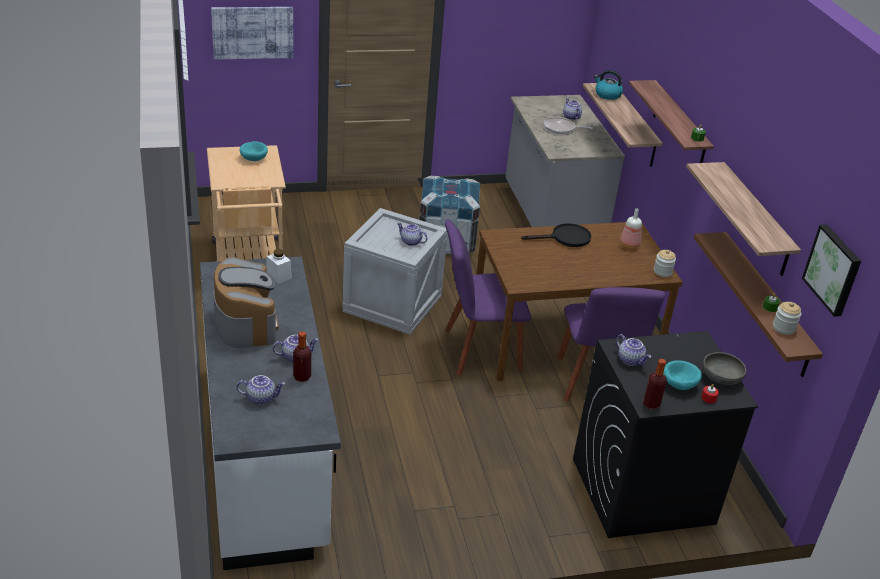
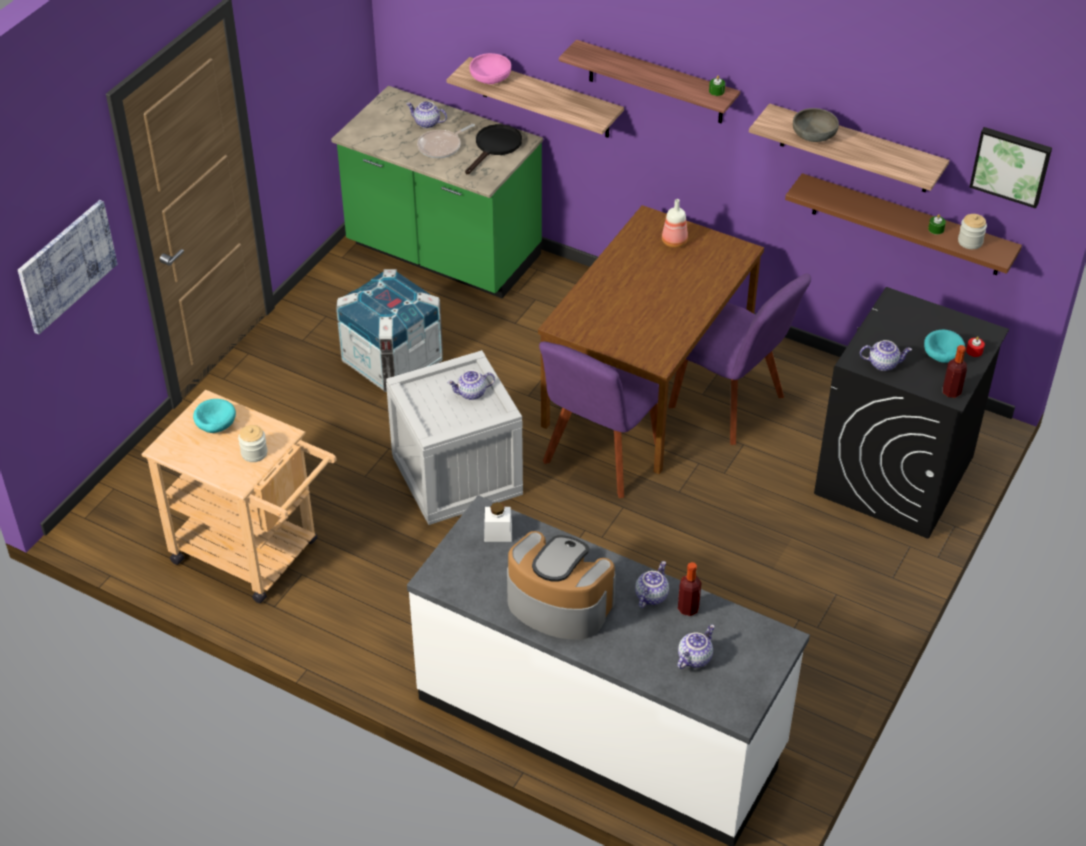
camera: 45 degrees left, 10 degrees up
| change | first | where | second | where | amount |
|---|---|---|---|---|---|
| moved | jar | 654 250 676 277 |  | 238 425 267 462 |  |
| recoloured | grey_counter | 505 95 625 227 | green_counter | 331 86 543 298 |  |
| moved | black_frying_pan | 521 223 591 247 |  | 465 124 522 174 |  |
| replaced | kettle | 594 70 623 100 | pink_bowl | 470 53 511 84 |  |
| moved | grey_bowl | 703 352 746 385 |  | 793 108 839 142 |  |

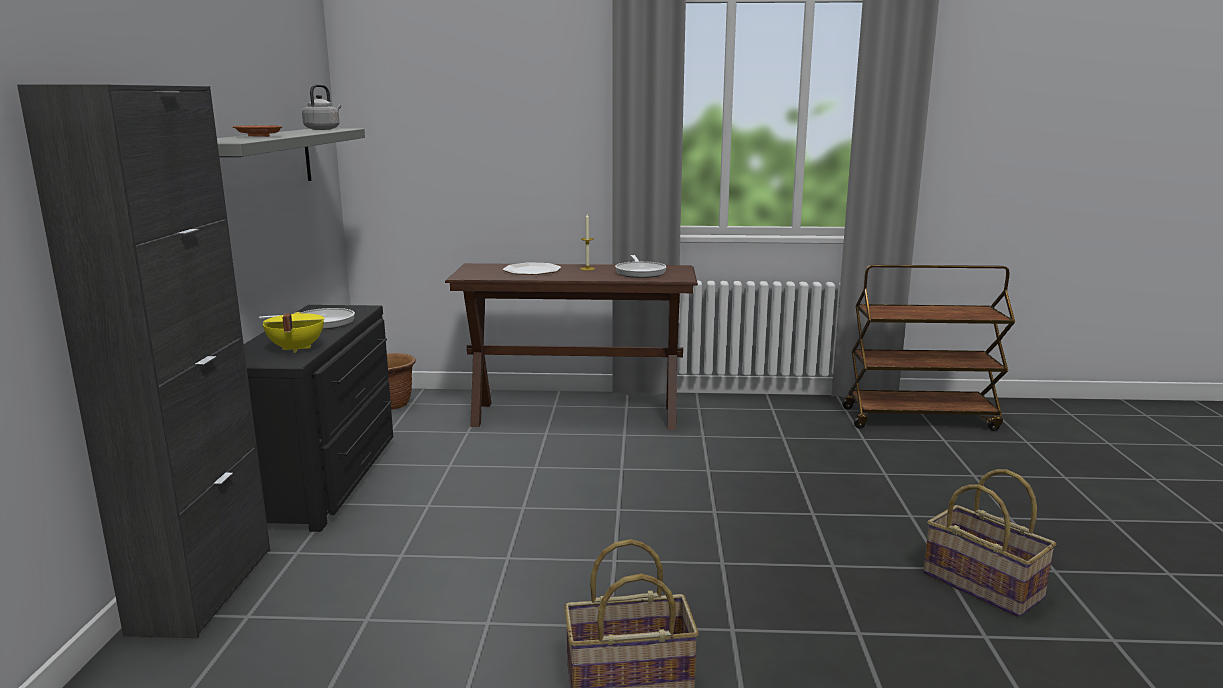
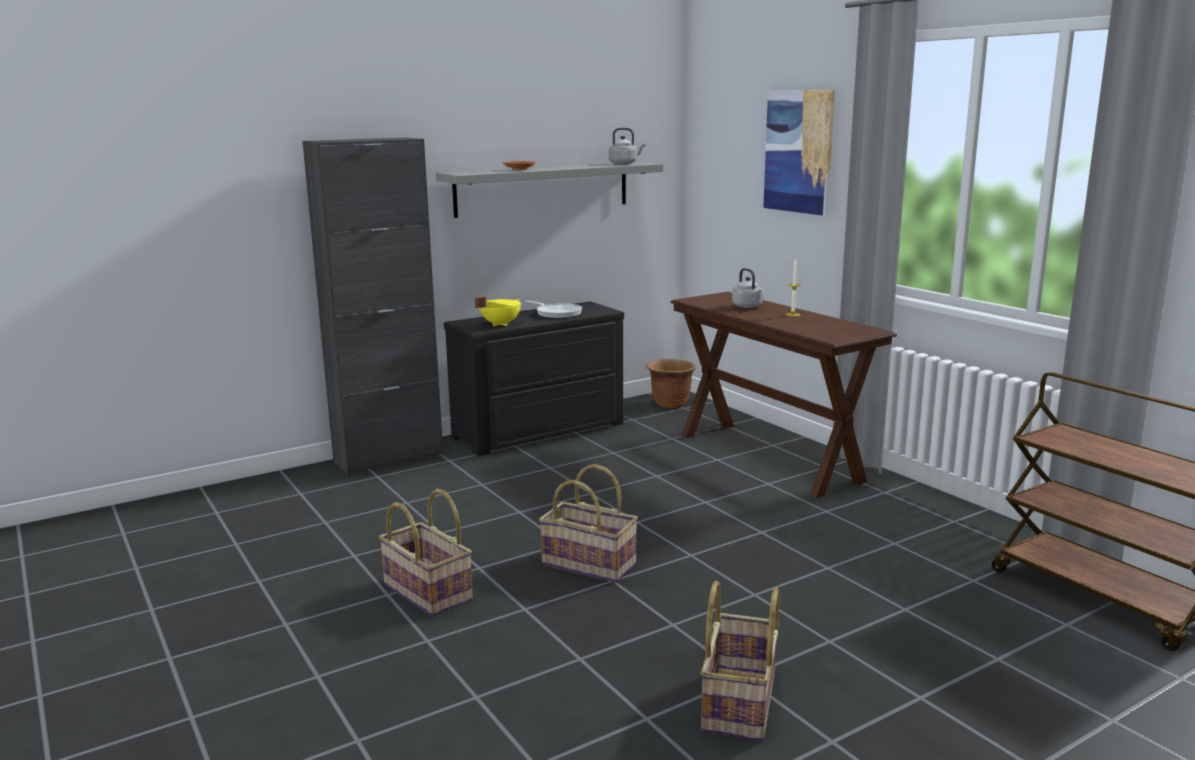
camera: 55 degrees right, 0 degrees up
| change | first | where | second | where | amount |
|---|---|---|---|---|---|
| added |  |  | basket | 539 464 638 583 |  |
| replaced | plate | 502 262 561 275 | grey_kettle | 732 268 764 308 |  |
| added |  |  | picture | 763 90 835 216 |  |
| removed | frying_pan | 615 255 667 278 |  |  |  |

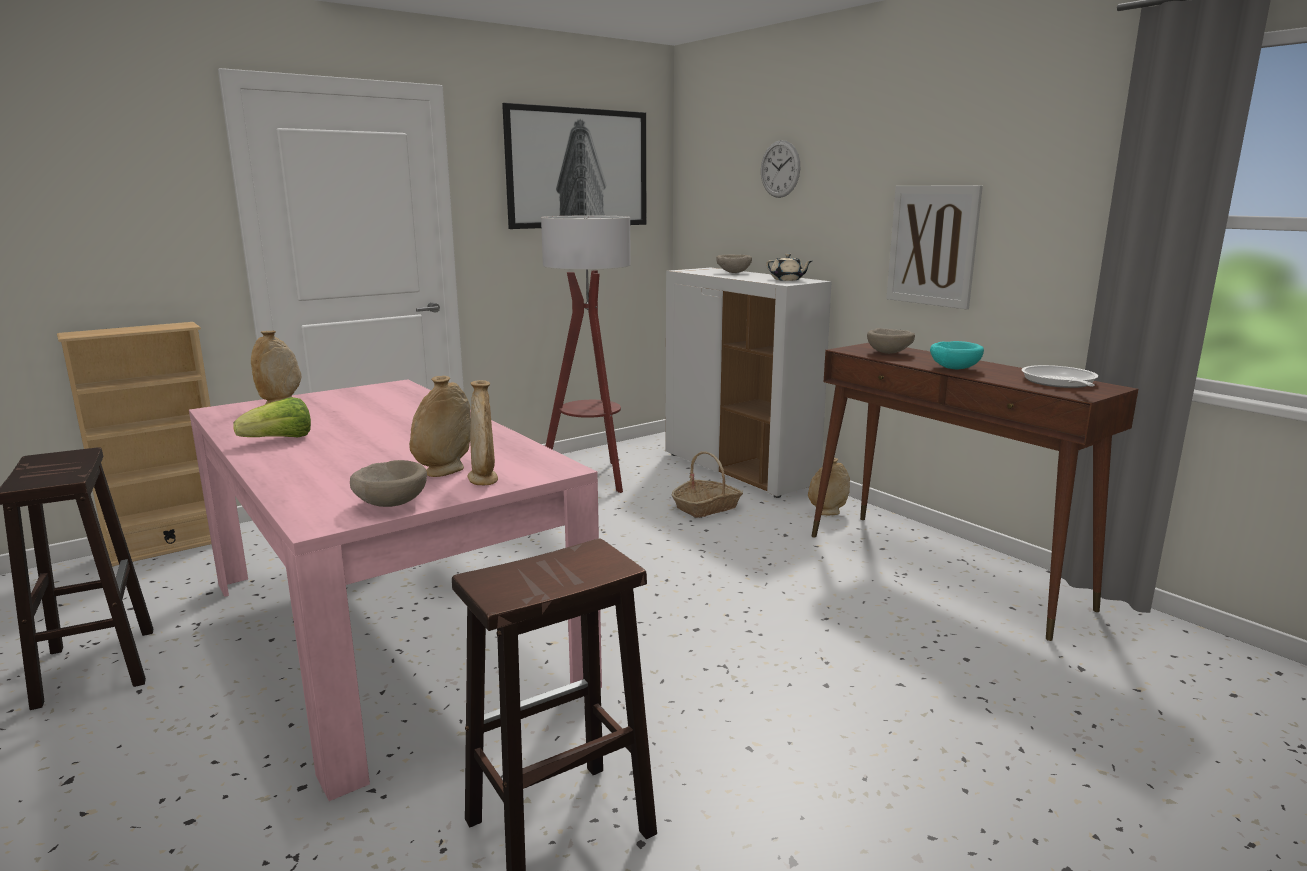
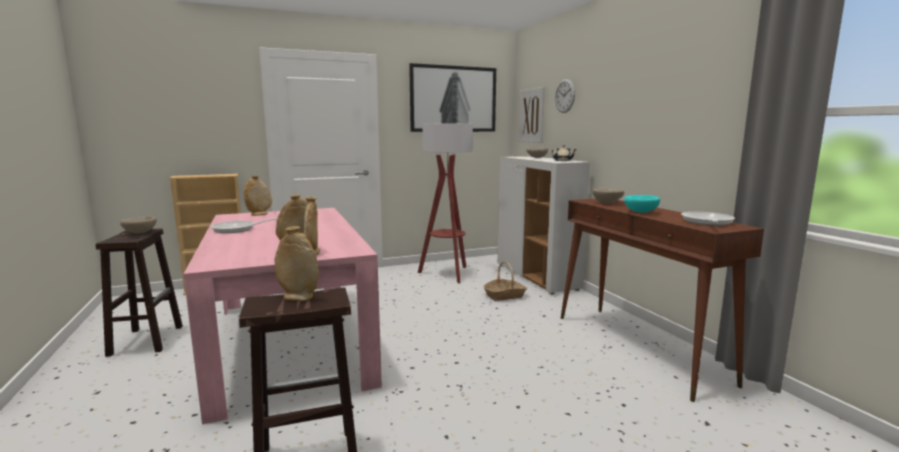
camera: 15 degrees right, 5 degrees down
| change | first | where | second | where | amount |
|---|---|---|---|---|---|
| moved | beige_bowl | 350 460 427 507 |  | 120 216 157 234 |  |
| replaced | lettuce | 233 397 311 438 | frying_pan | 210 218 277 233 |  |
| moved | beige_vase | 808 458 850 515 |  | 275 226 319 301 |  |
| moved | picture | 886 186 983 309 |  | 518 87 545 143 |  |

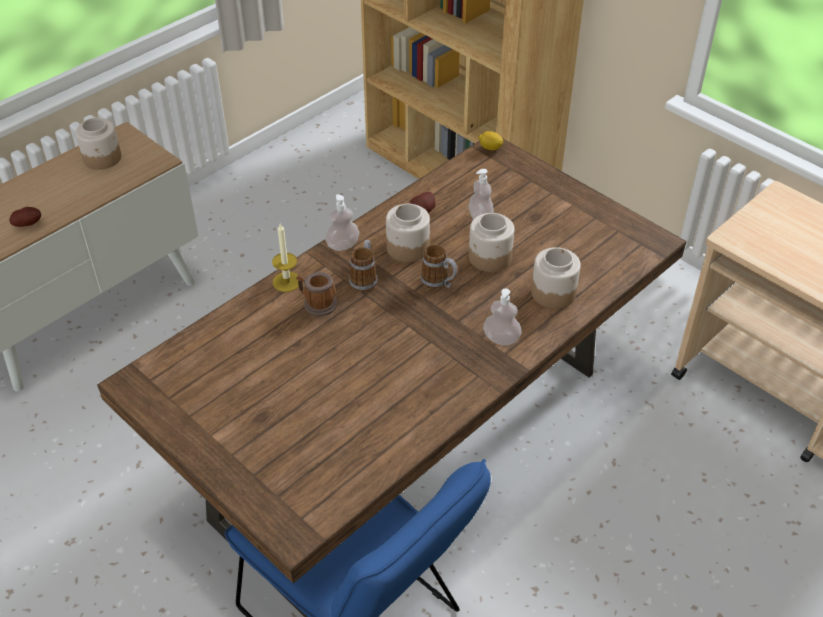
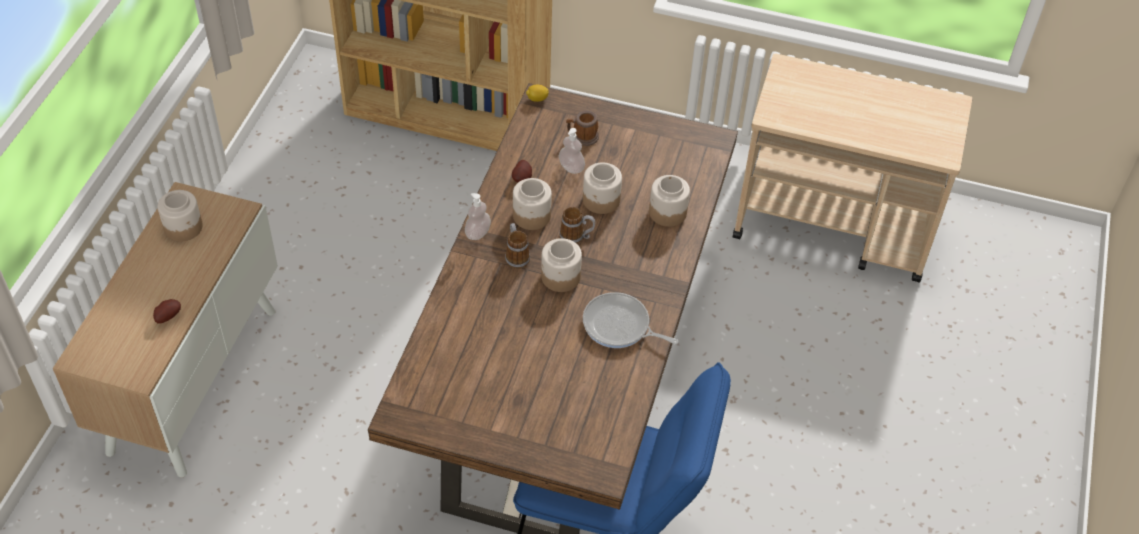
camera: 30 degrees left, 5 degrees up
| change | first | where | second | where | amount |
|---|---|---|---|---|---|
| added |  |  | jar | 541 238 582 292 |  |
| moved | mug | 296 272 337 316 |  | 566 110 599 146 |  |
| added |  |  | frying_pan | 583 292 678 348 |  |
| removed | candle | 272 224 299 292 |  |  |  |
| removed | soap_dispenser | 483 288 522 345 |  |  |  |

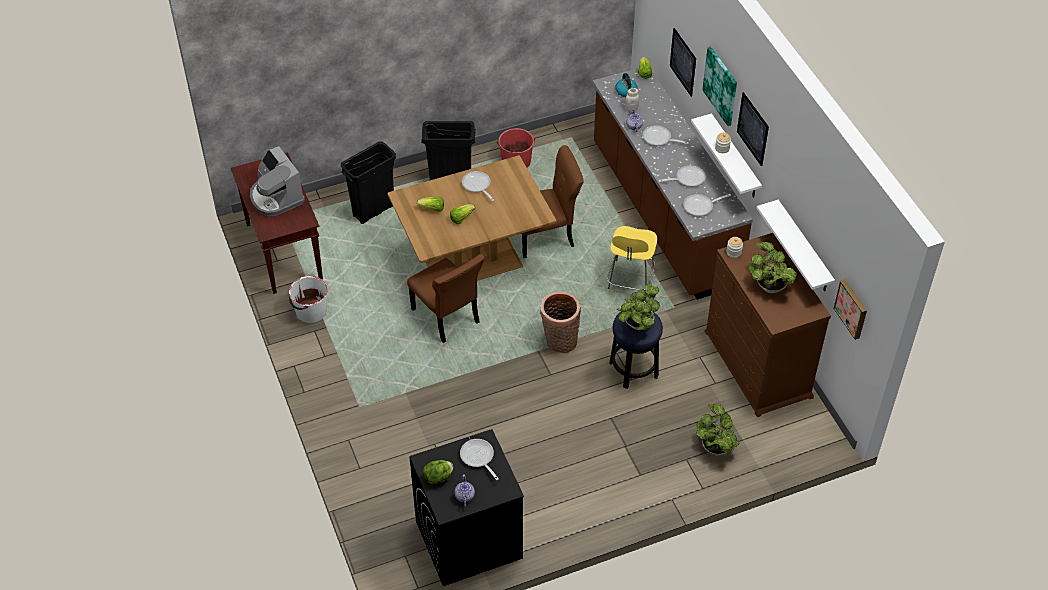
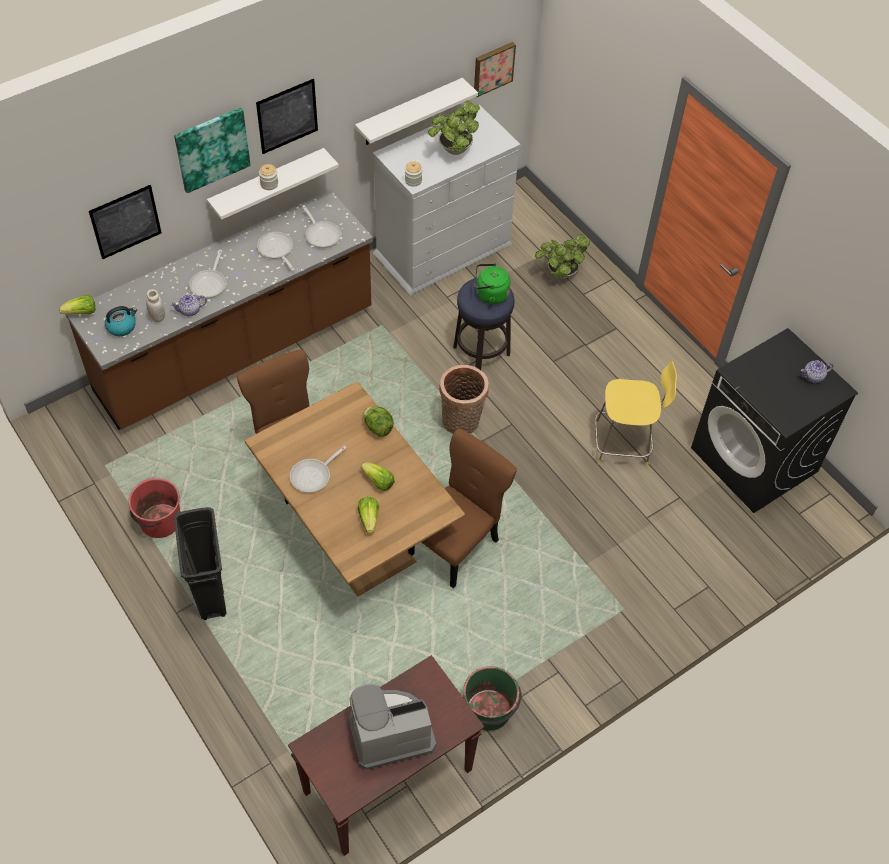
camera: 105 degrees left, 5 degrees up
| change | first | where | second | where | amount |
|---|---|---|---|---|---|
| turned | coffee_machine | 250 146 305 216 |  | 349 684 436 770 | 150 degrees counterclockwise |
| moved | lettuce | 423 460 453 484 |  | 363 406 394 437 |  |
| recoloured | brown_dresser | 704 233 831 417 | white_dresser | 373 105 521 296 |  |
| recoloured | white_bucket | 289 276 328 323 | green_bucket | 463 666 522 731 |  |
| replaced | potted_plant | 616 284 660 330 | green_kettle | 475 263 511 305 |  |
| moved | yellow_stool | 607 226 657 292 |  | 595 361 677 466 |  |
| removed | black_trash_can | 341 141 396 224 |  |  |  |
| removed | frying_pan | 460 439 499 480 |  |  |  |

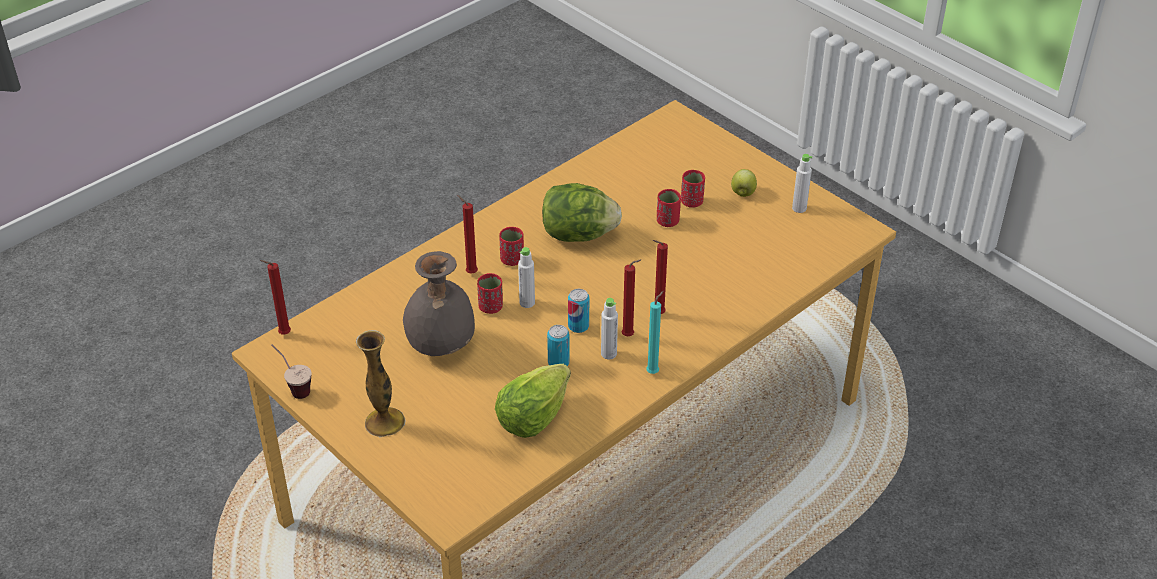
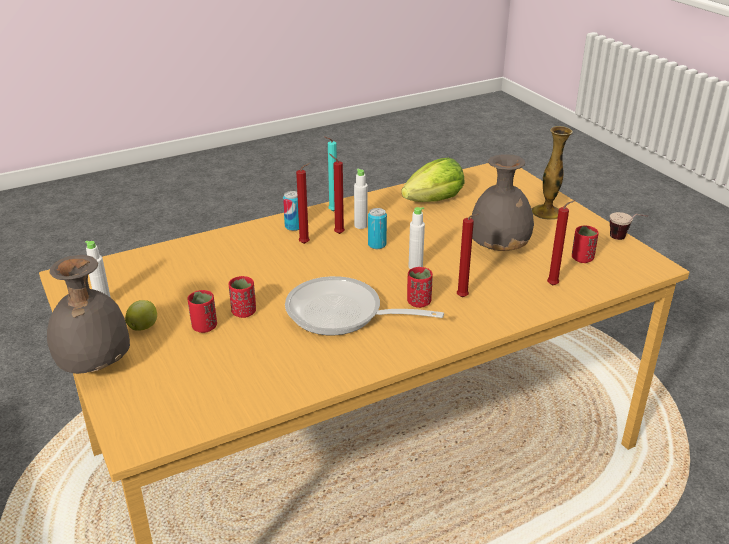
camera: 165 degrees left, 10 degrees down
| change | first | where | second | where | amount |
|---|---|---|---|---|---|
| added |  |  | grey_vase | 47 255 130 374 |  |
| moved | can | 547 325 570 366 |  | 283 191 299 231 |  |
| replaced | lettuce | 542 183 622 242 | frying_pan | 285 276 444 335 |  |
| moved | red_candle | 260 260 291 334 |  | 547 200 576 286 |  |
| moved | red_cup | 477 273 503 314 |  | 572 225 599 263 |  |

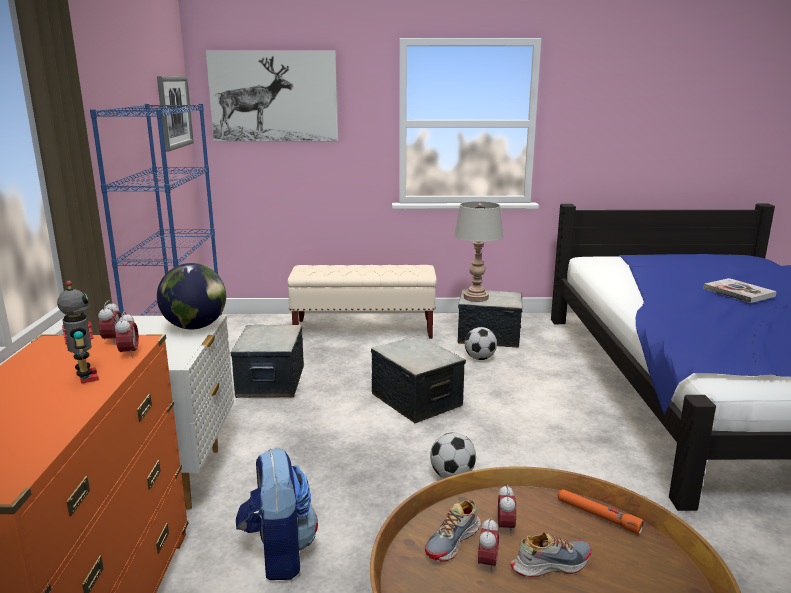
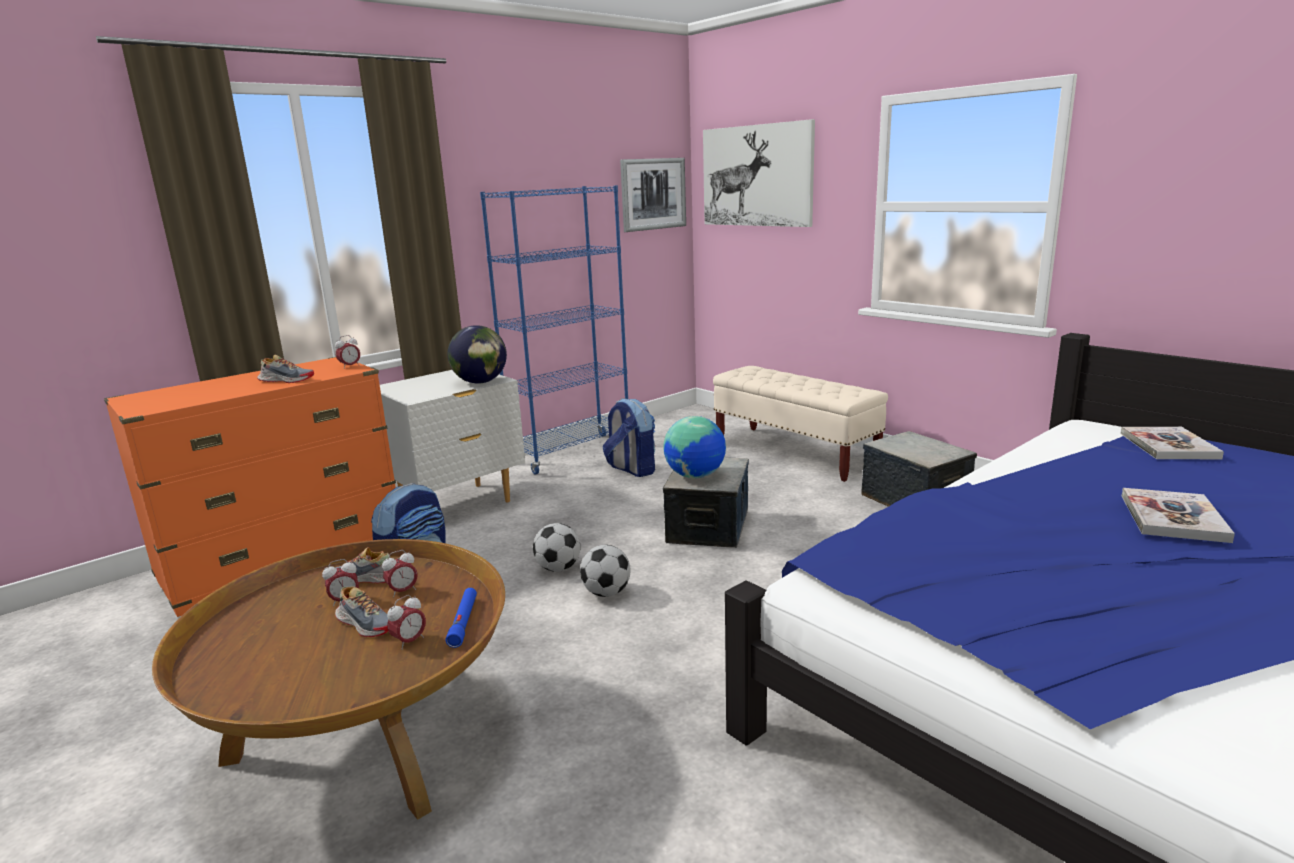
camera: 50 degrees right, 0 degrees up
| change | first | where | second | where | amount |
|---|---|---|---|---|---|
| replaced | toy_robot | 57 281 99 384 | shoe | 257 355 314 383 |  |
| moved | alarm_clock | 115 311 139 358 |  | 387 595 426 650 |  |
| recoloured | orange_flashlight | 558 489 644 534 | blue_flashlight | 446 588 477 648 |  |
| moved | football | 465 327 497 360 |  | 533 523 580 572 |  |
| replaced | storage_box | 231 325 304 398 | backpack | 603 398 655 477 |  |
| added |  |  | globe | 663 416 726 478 |  |
| added |  |  | book | 1120 427 1224 459 |  |
| removed | grey_table_lamp | 454 201 504 302 |  |  |  |

